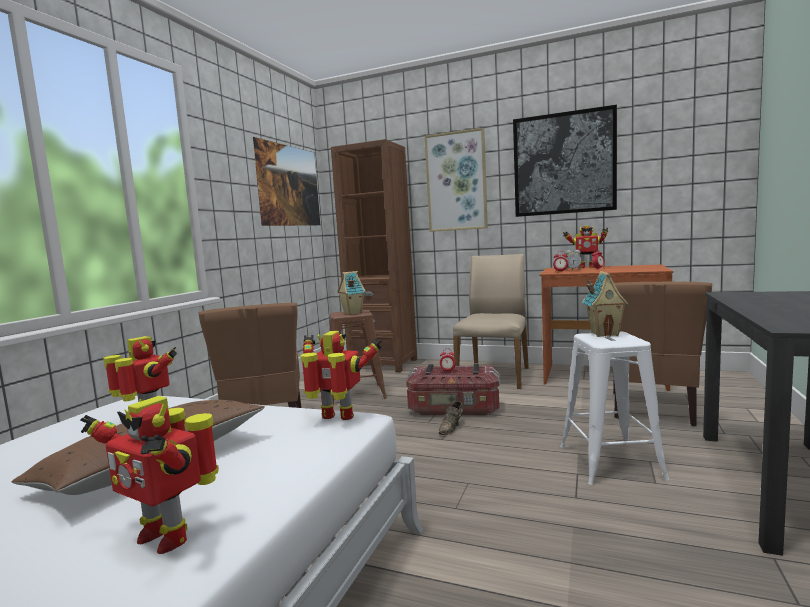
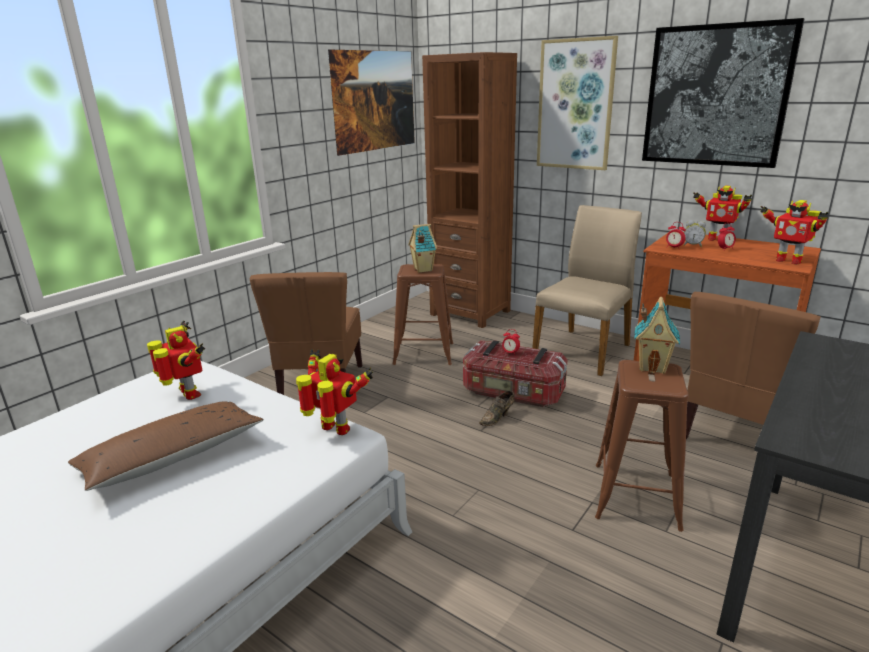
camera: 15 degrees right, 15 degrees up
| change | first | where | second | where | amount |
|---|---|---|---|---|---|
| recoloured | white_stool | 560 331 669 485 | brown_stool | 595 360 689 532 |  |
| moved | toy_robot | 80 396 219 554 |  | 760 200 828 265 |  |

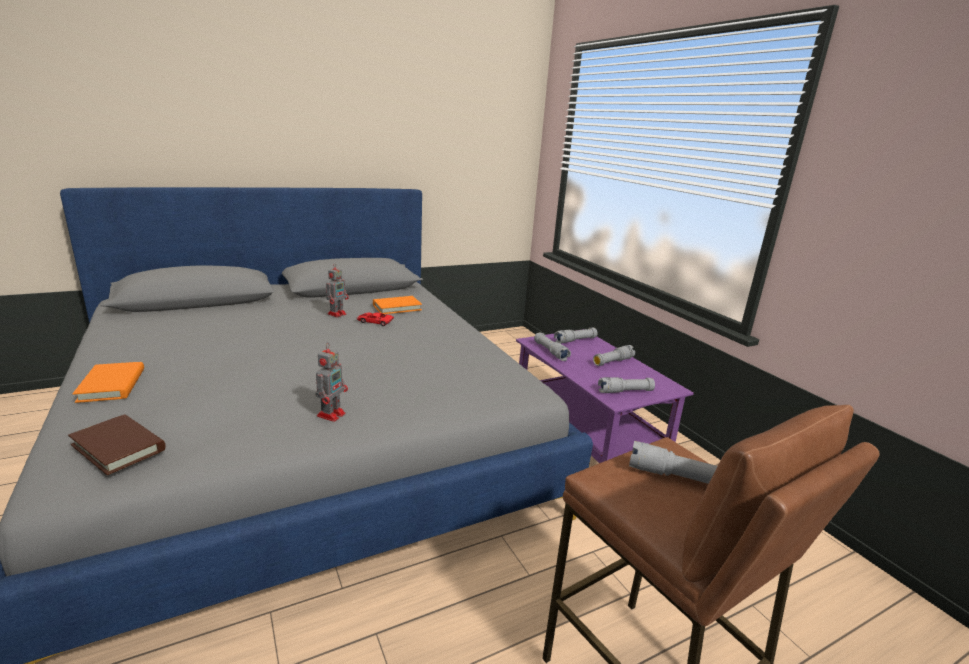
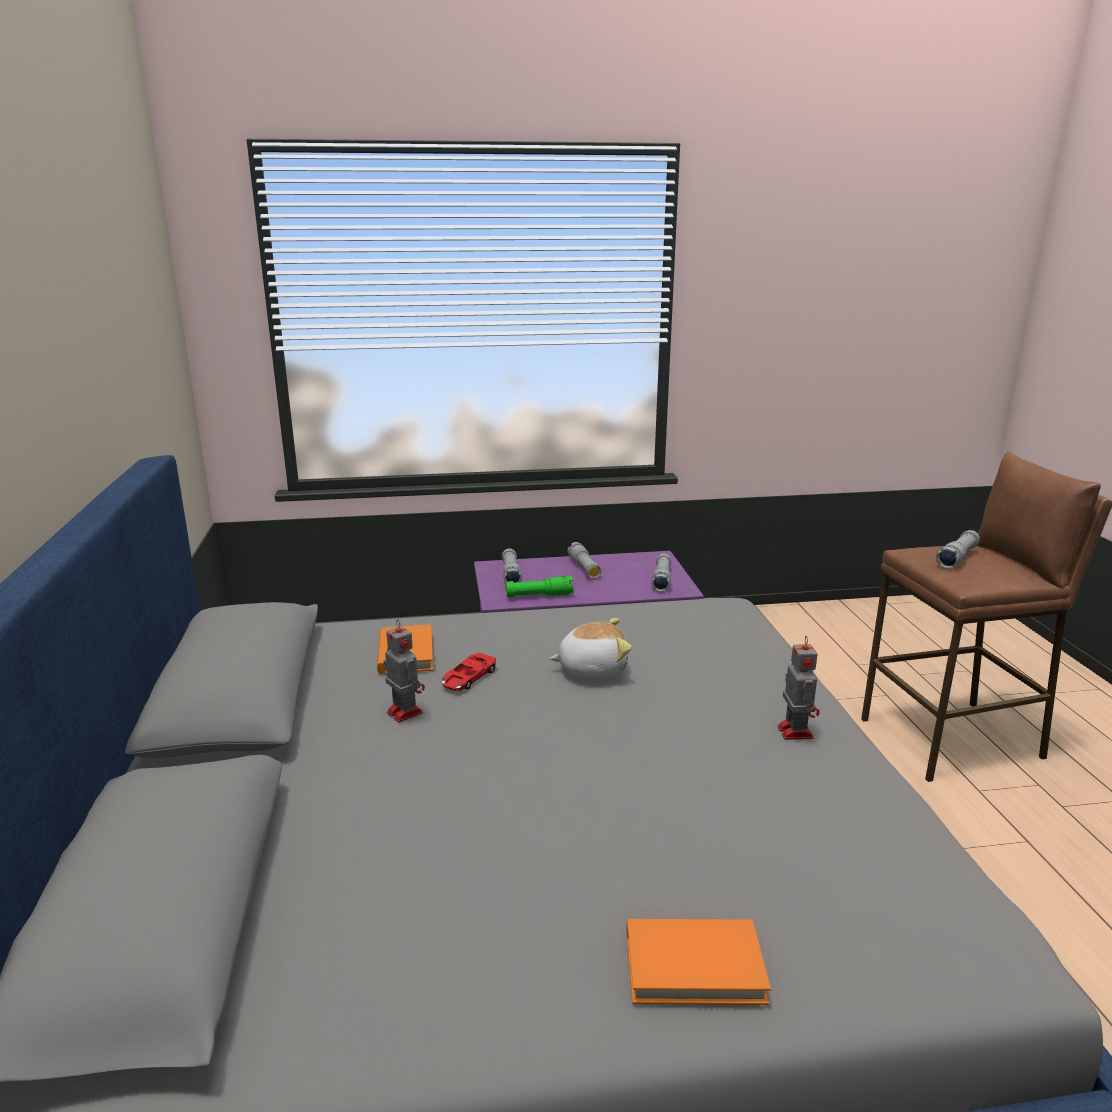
camera: 70 degrees left, 0 degrees up
| change | first | where | second | where | amount |
|---|---|---|---|---|---|
| recoloured | grey_flashlight | 534 332 571 361 | green_flashlight | 505 576 574 598 |  |
| added |  |  | plush_toy | 549 618 632 679 |  |
| turned | toy_robot | 315 343 348 422 |  | 777 636 820 740 | 45 degrees clockwise |
| removed | brown_book | 68 414 166 475 |  |  |  |

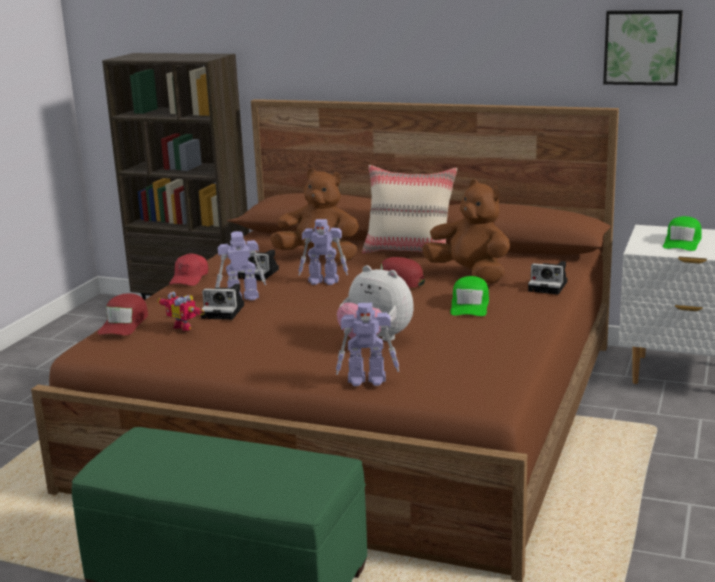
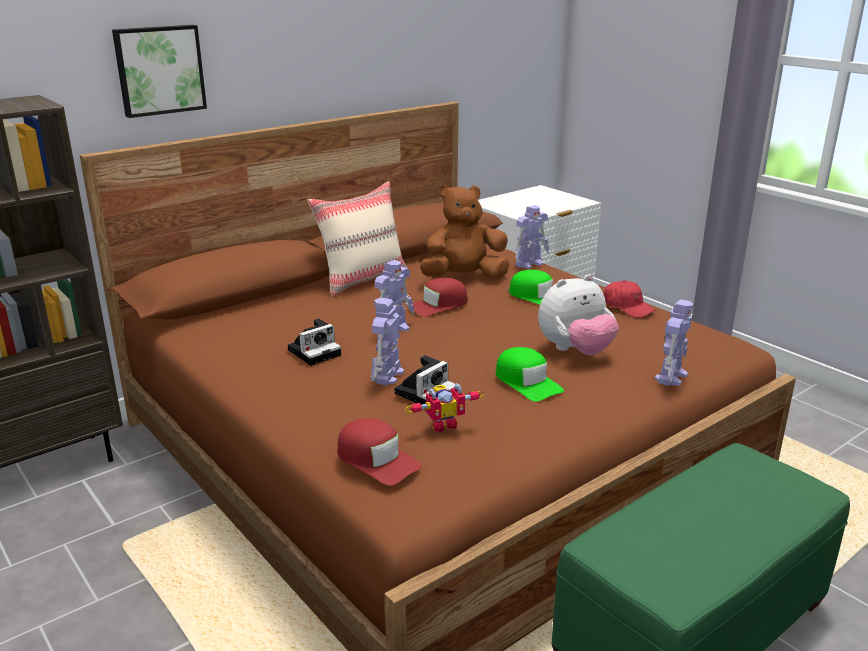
camera: 60 degrees left, 5 degrees up
| change | first | where | second | where | amount |
|---|---|---|---|---|---|
| moved | picture | 603 10 683 86 |  | 112 25 207 118 |  |
| moved | green_cap | 663 216 702 251 |  | 495 347 564 402 |  |
| replaced | photo_camera | 528 261 568 295 | toy_robot | 515 205 549 269 |  |
| moved | red_cap | 169 253 208 286 |  | 603 280 656 318 |  |
| removed | brown_plush_toy | 270 168 359 262 |  |  |  |

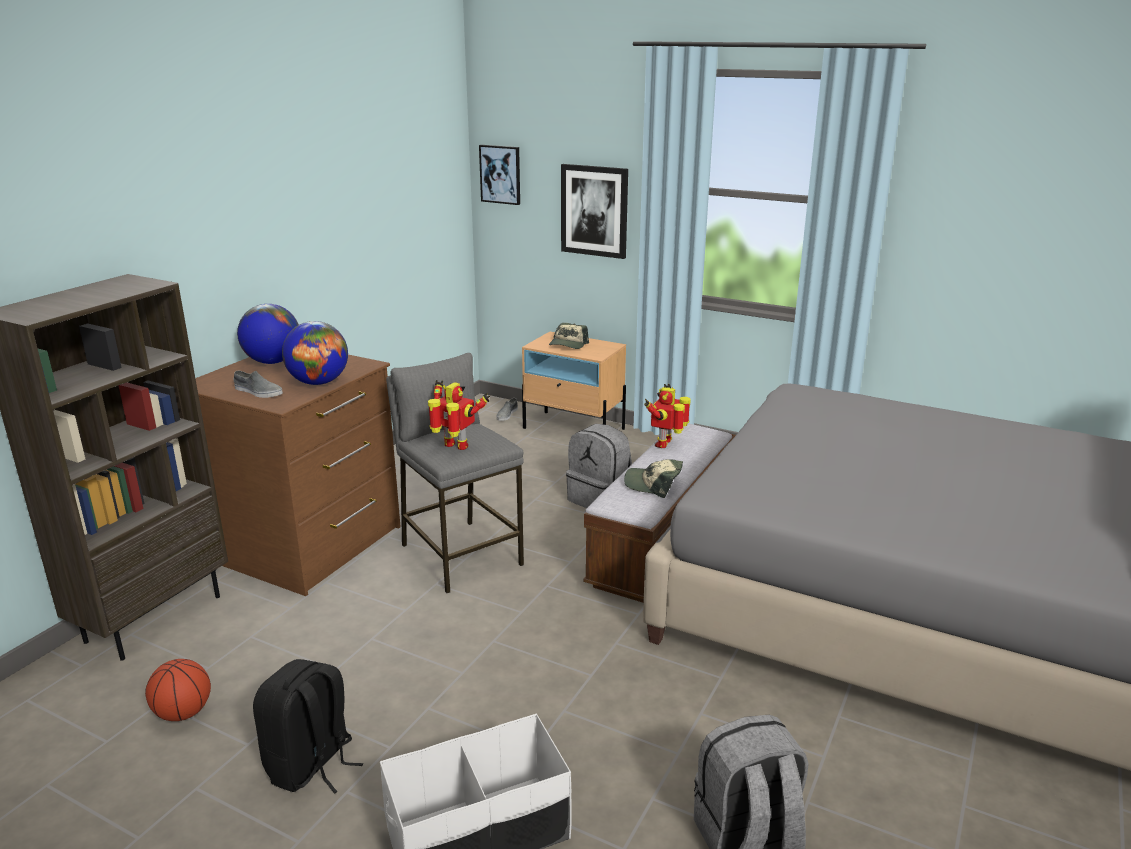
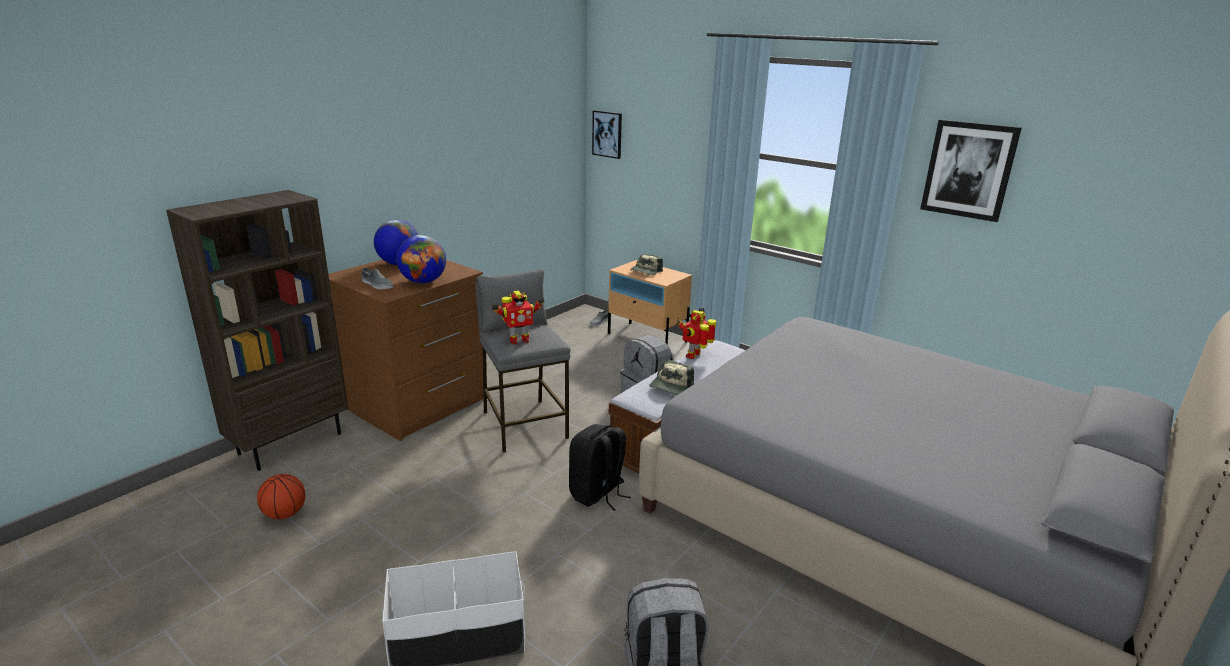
camera: 10 degrees right, 0 degrees up
| change | first | where | second | where | amount |
|---|---|---|---|---|---|
| turned | toy_robot | 428 380 490 450 |  | 491 291 545 345 | 120 degrees clockwise |
| moved | black_backpack | 253 659 363 794 |  | 569 424 631 511 |  |
| turned | cap | 624 459 683 498 |  | 649 360 694 395 | 90 degrees counterclockwise |
| moved | picture | 561 164 628 259 |  | 920 120 1022 222 |  |

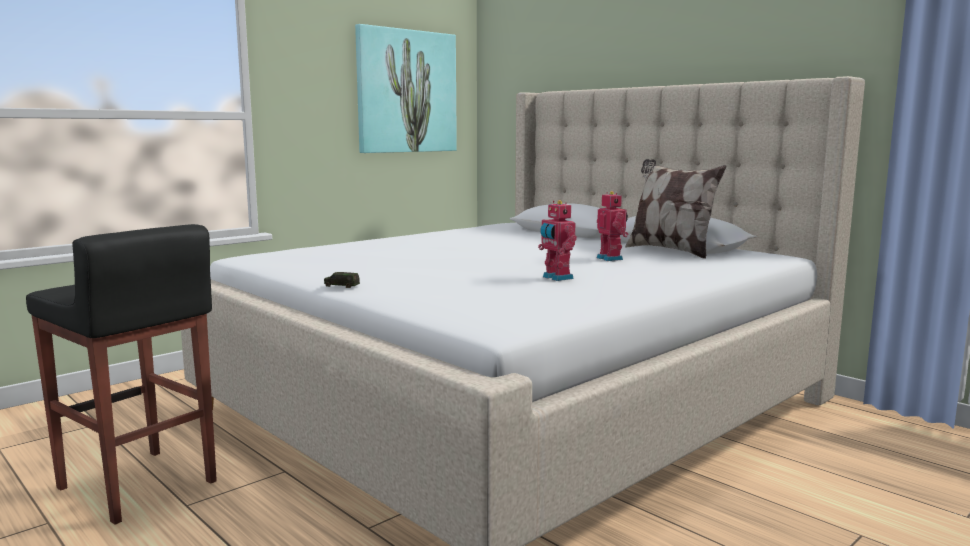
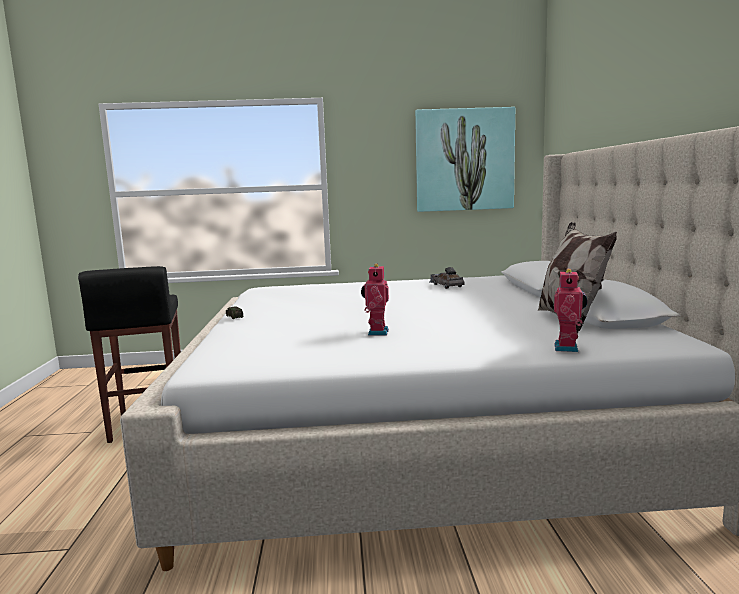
camera: 40 degrees right, 0 degrees up
| change | first | where | second | where | amount |
|---|---|---|---|---|---|
| added |  |  | grey_toy_car | 430 267 465 289 |  |
| moved | toy_robot | 597 191 628 261 |  | 554 269 587 352 |  |

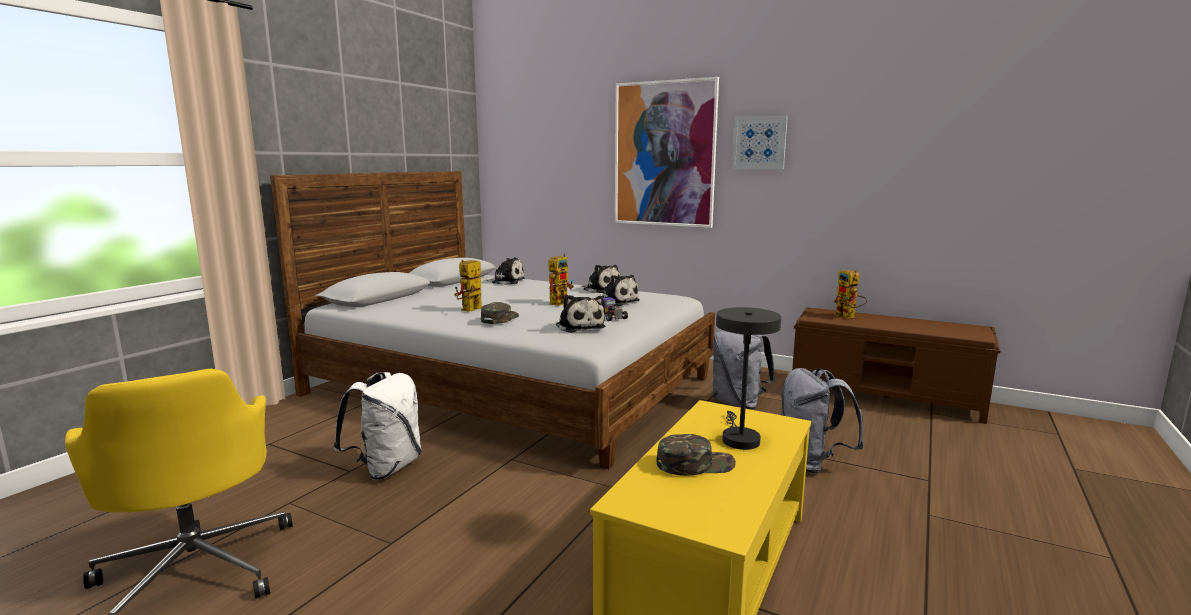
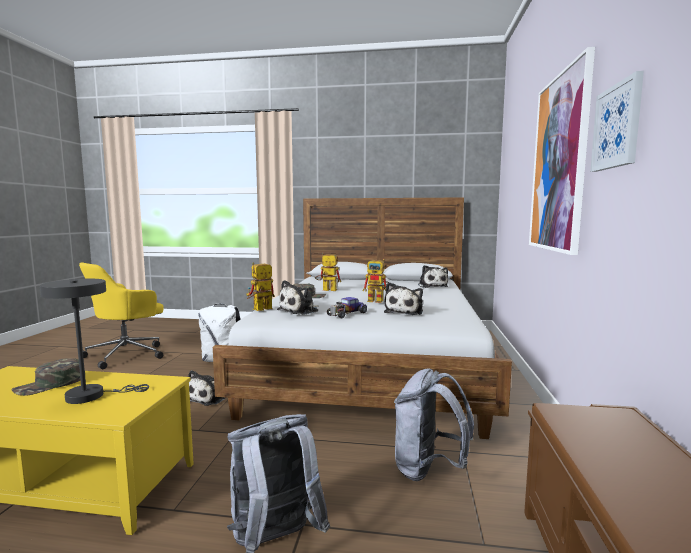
camera: 70 degrees right, 5 degrees down
| change | first | where | second | where | amount |
|---|---|---|---|---|---|
| turned | green_cap | 657 434 736 476 |  | 11 358 81 396 | 75 degrees clockwise |
| moved | plush_toy | 581 265 620 293 |  | 188 370 226 406 |  |
| moved | toy_robot | 834 270 867 319 |  | 246 263 275 311 |  |

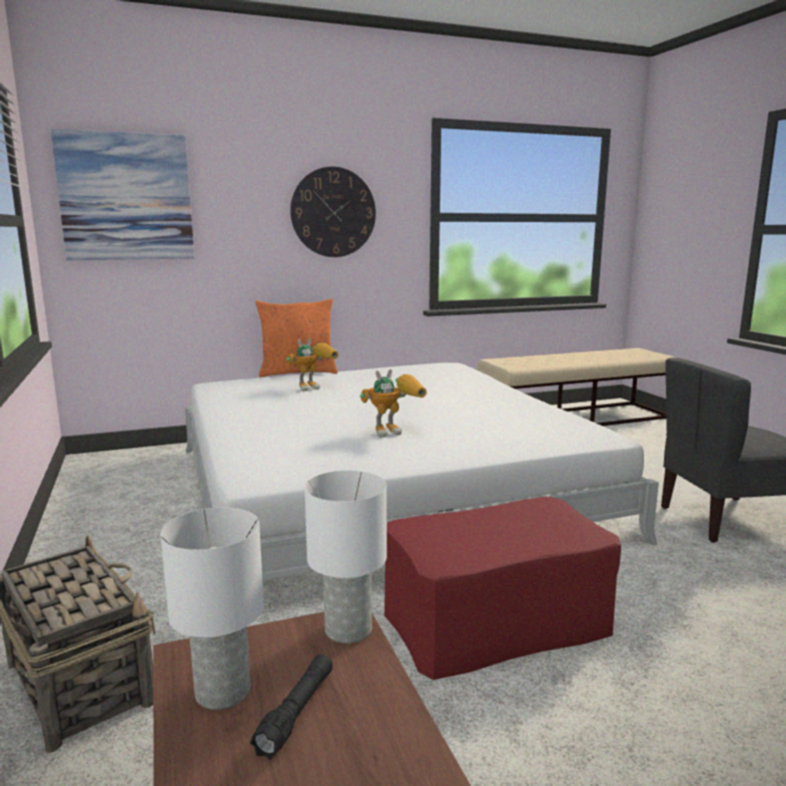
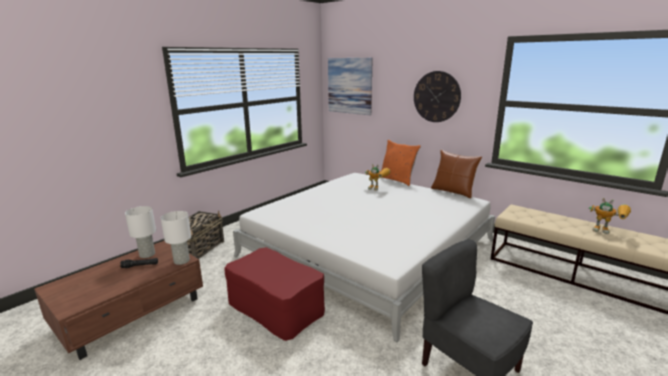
camera: 60 degrees right, 5 degrees up
| change | first | where | second | where | amount |
|---|---|---|---|---|---|
| added |  |  | brown_pillow | 431 150 482 198 |  |
| moved | toy_robot | 360 369 427 438 |  | 589 198 631 234 |  |

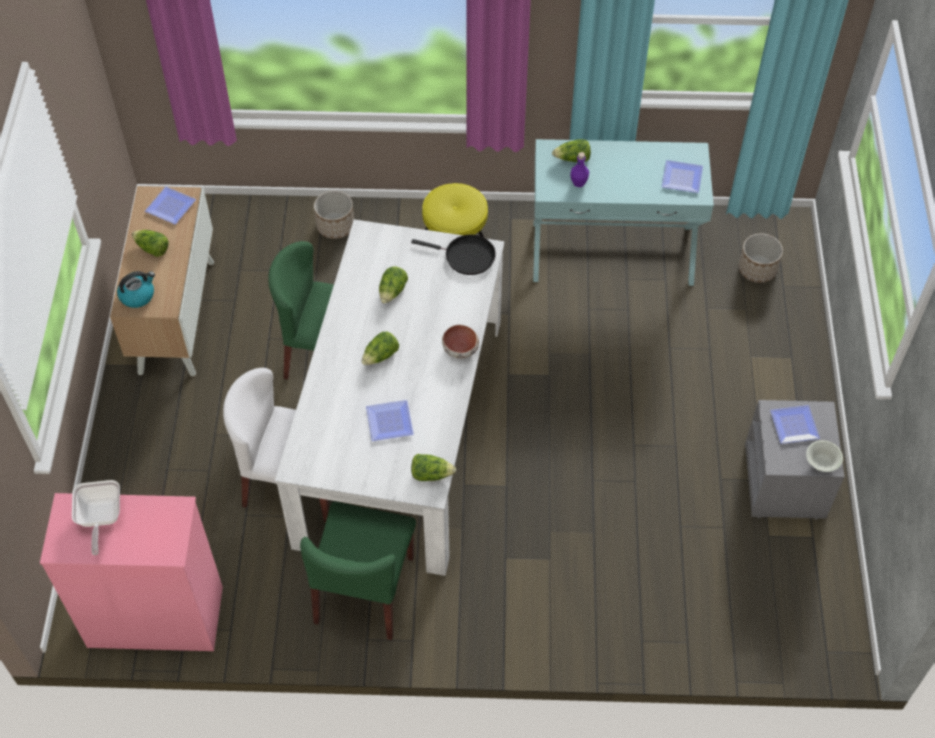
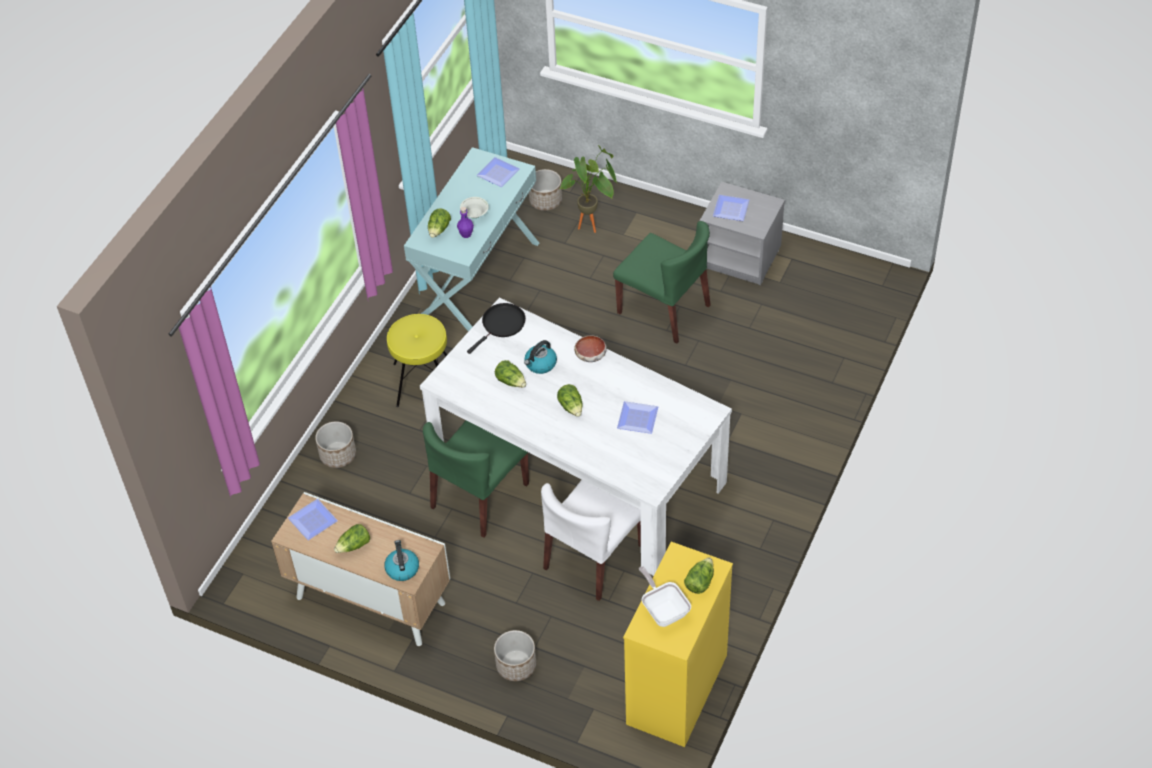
camera: 65 degrees left, 5 degrees down
| change | first | where | second | where | amount |
|---|---|---|---|---|---|
| moved | white_bowl | 806 440 843 472 |  | 460 197 489 218 |  |
| added |  |  | planter | 494 630 536 681 |  |
| added |  |  | kettle | 524 340 557 374 |  |
| added |  |  | potted_plant | 560 145 617 233 |  |
| moved | green_chair | 300 502 416 640 |  | 613 221 711 344 |  |
| recoloured | pink_dresser | 40 493 223 651 | yellow_dresser | 623 542 733 747 |  |
| turned | frying_pan | 72 480 120 555 |  | 639 566 691 627 | 135 degrees counterclockwise |
| moved | lettuce | 411 454 456 481 |  | 684 558 714 594 |  |

